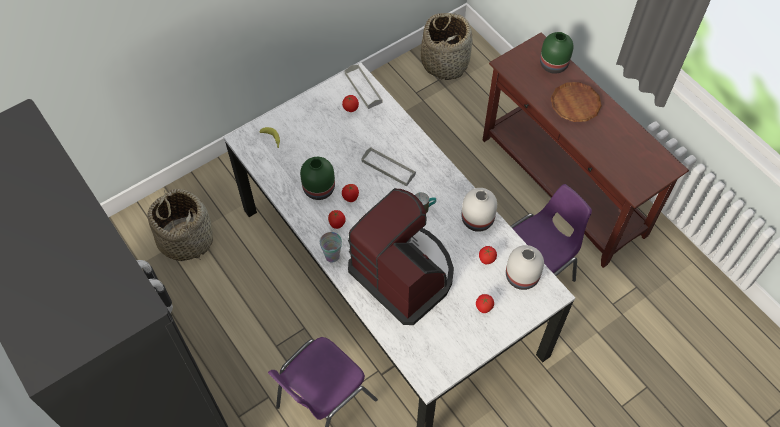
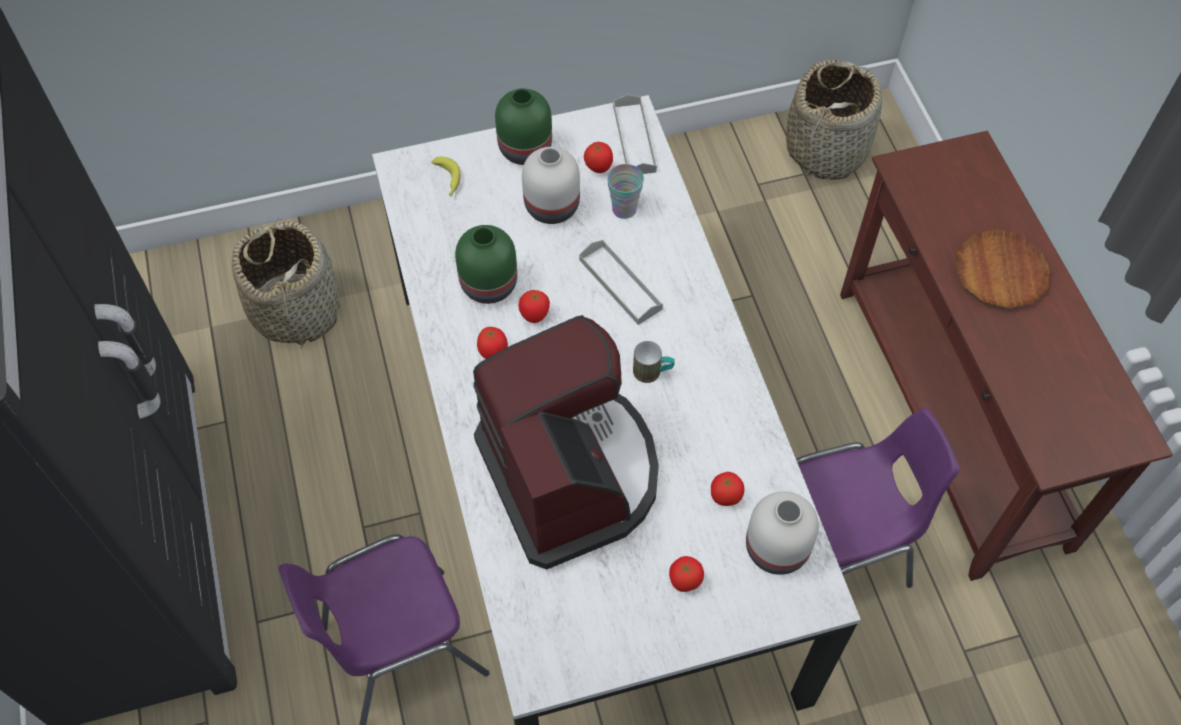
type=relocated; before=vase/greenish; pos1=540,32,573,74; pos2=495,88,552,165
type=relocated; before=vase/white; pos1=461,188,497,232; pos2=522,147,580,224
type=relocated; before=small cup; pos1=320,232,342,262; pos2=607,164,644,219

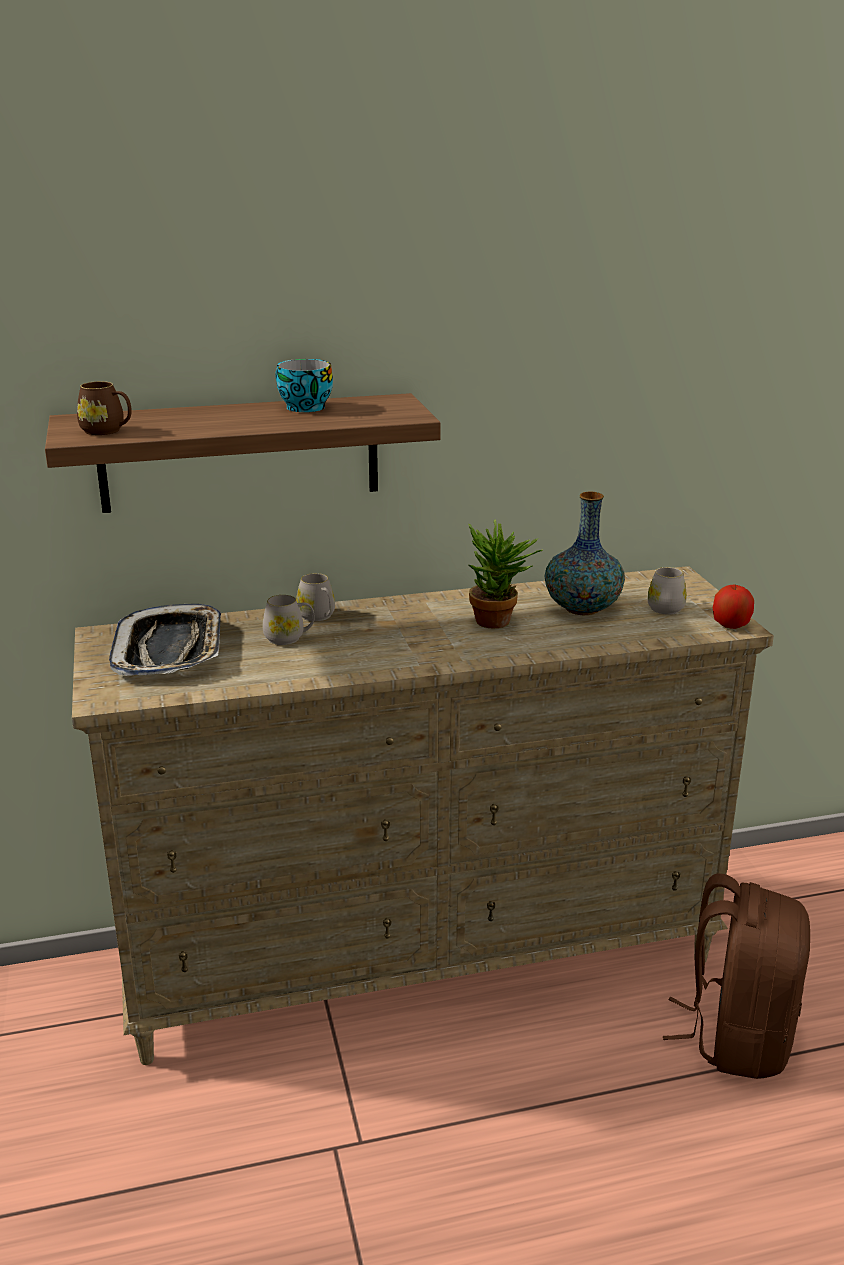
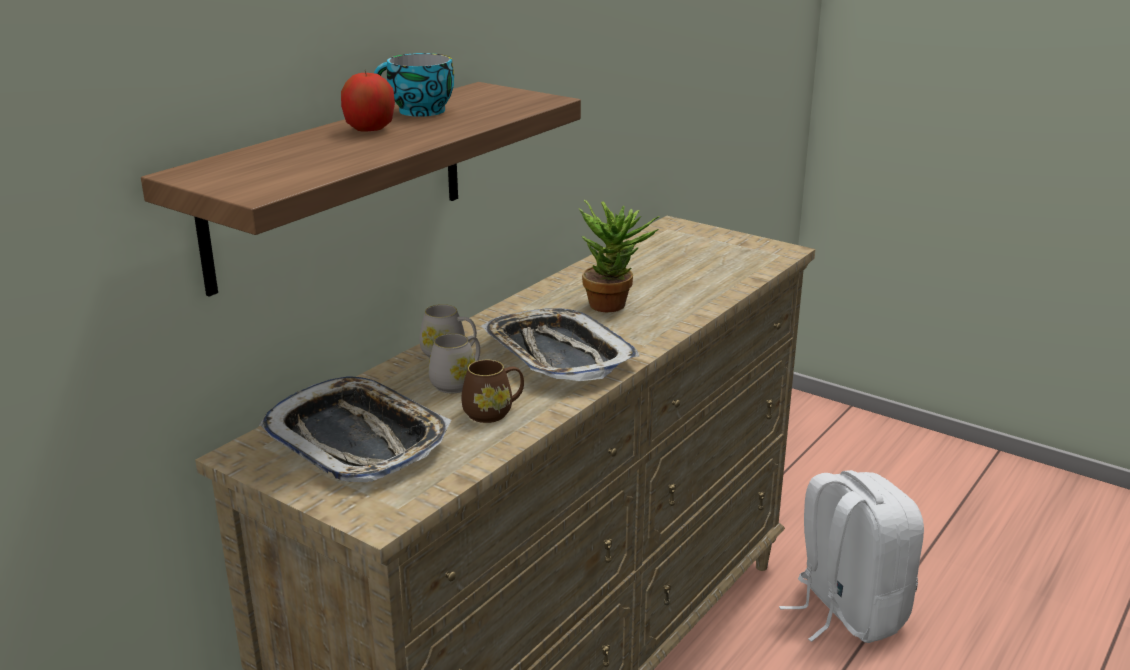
type=relocated; before=coffee mug/brown-coloured; pos1=77,381,132,435; pos2=461,360,524,423
type=missing; before=vase; pos1=545,492,625,615
type=missing; before=coffee mug/white; pos1=647,567,687,614
type=relocated; before=whole apple; pos1=713,585,754,629; pos2=341,71,395,132
type=colour; before=knapsack/brown-coloured; after=knapsack/white; pos1=663,873,810,1079; pos2=779,470,924,643
type=appeared; after=serving tray; pos2=481,308,640,381

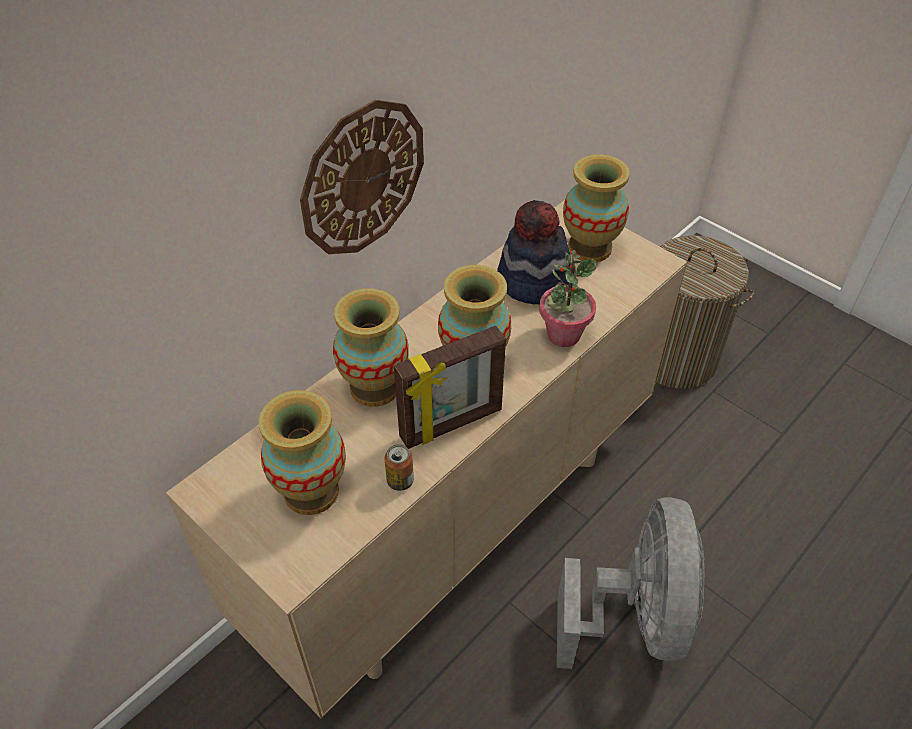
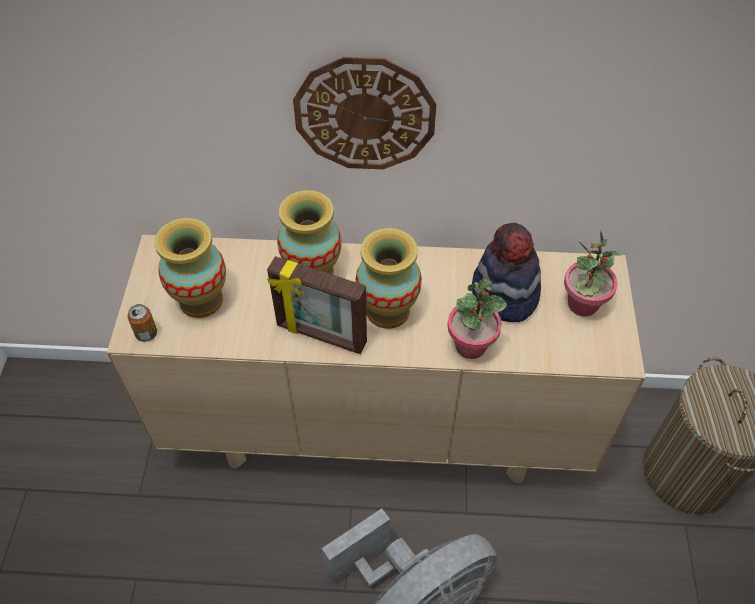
type=exchanged; before=vase; after=plant in a pot; pos1=563,154,630,262; pos2=564,230,621,317
type=relocated; before=sealed can; pos1=384,444,414,491; pos2=127,304,157,342

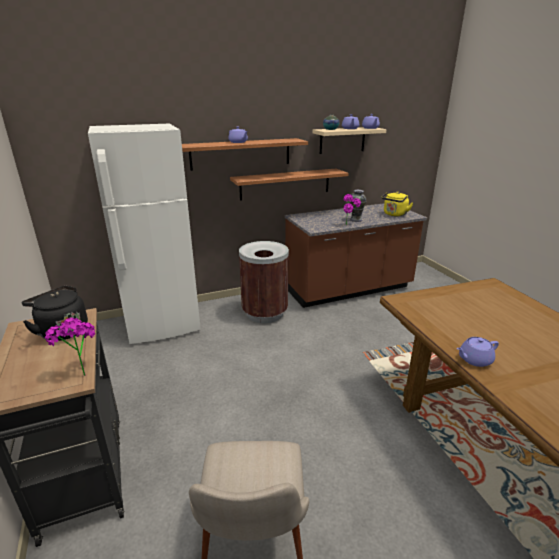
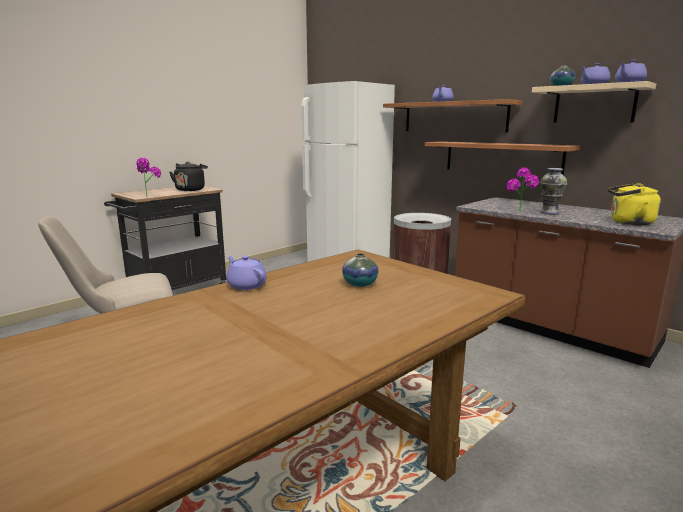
type=appeared; after=vase; pos2=342,253,378,287

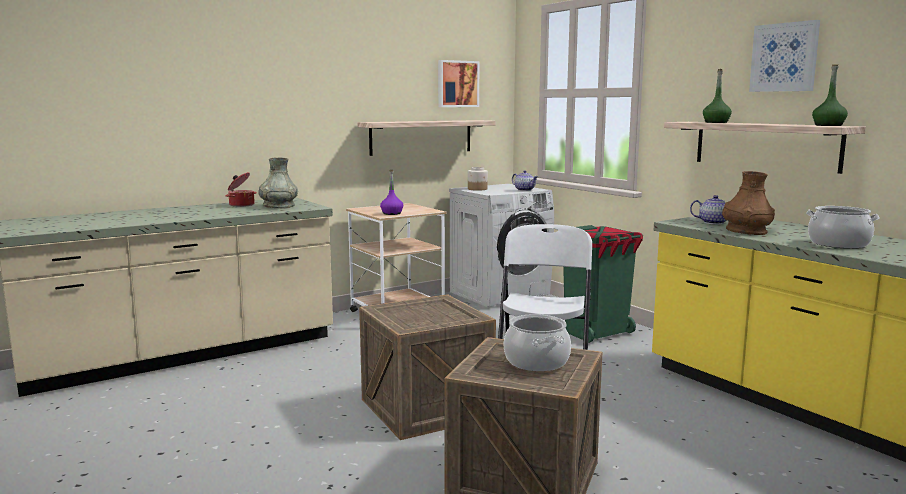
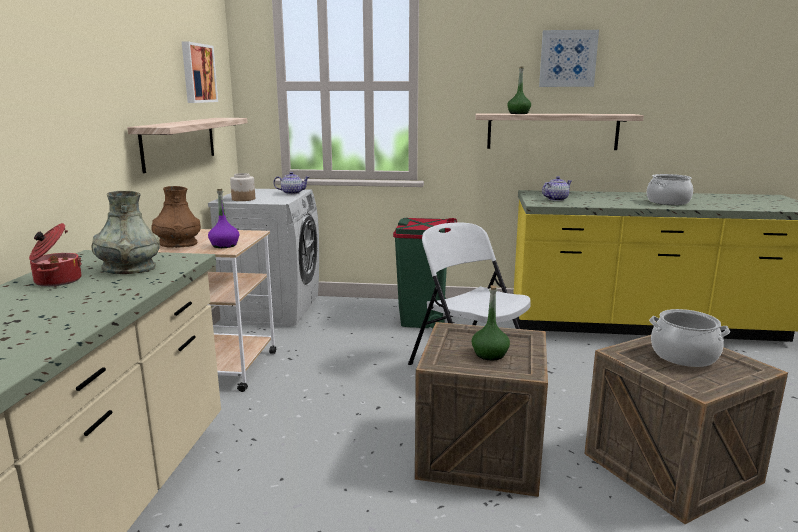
type=relocated; before=bottle/greenish; pos1=812,64,848,126; pos2=472,285,510,360
type=relocated; before=vase/brown-coloured; pos1=722,171,775,235; pos2=151,186,201,248

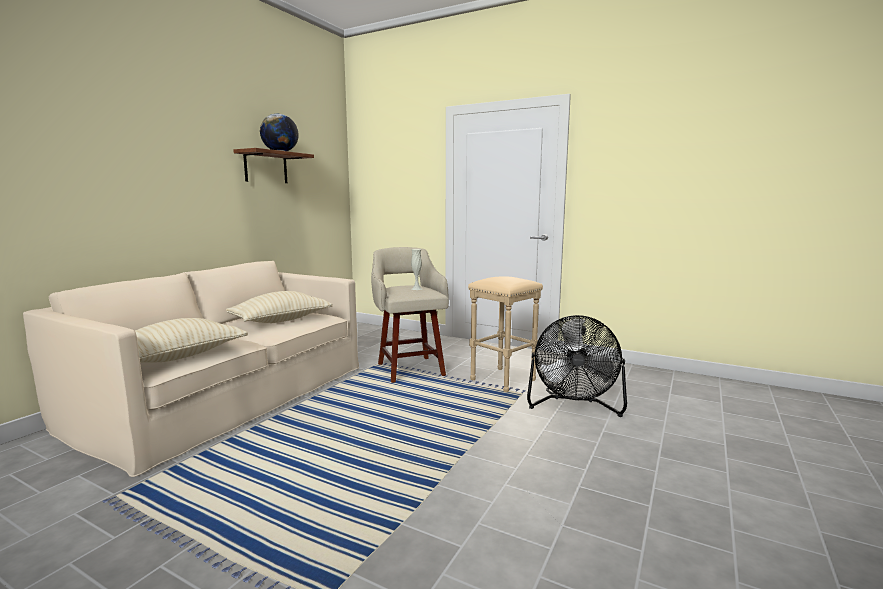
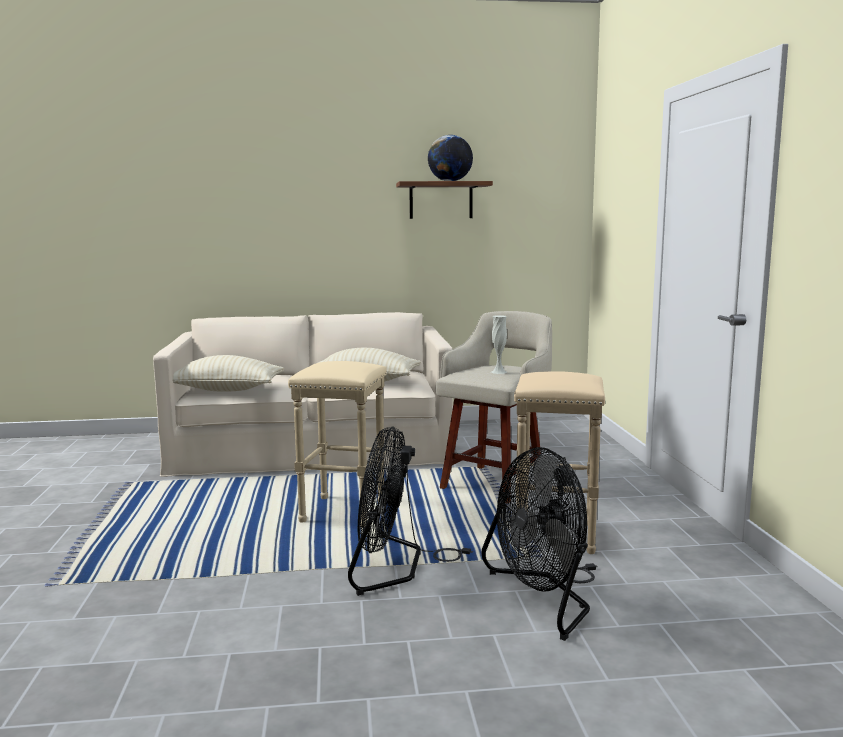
type=appeared; after=stool seat/beige; pos2=288,361,387,527
type=appeared; after=electric fan/black-coloured; pos2=348,426,473,596

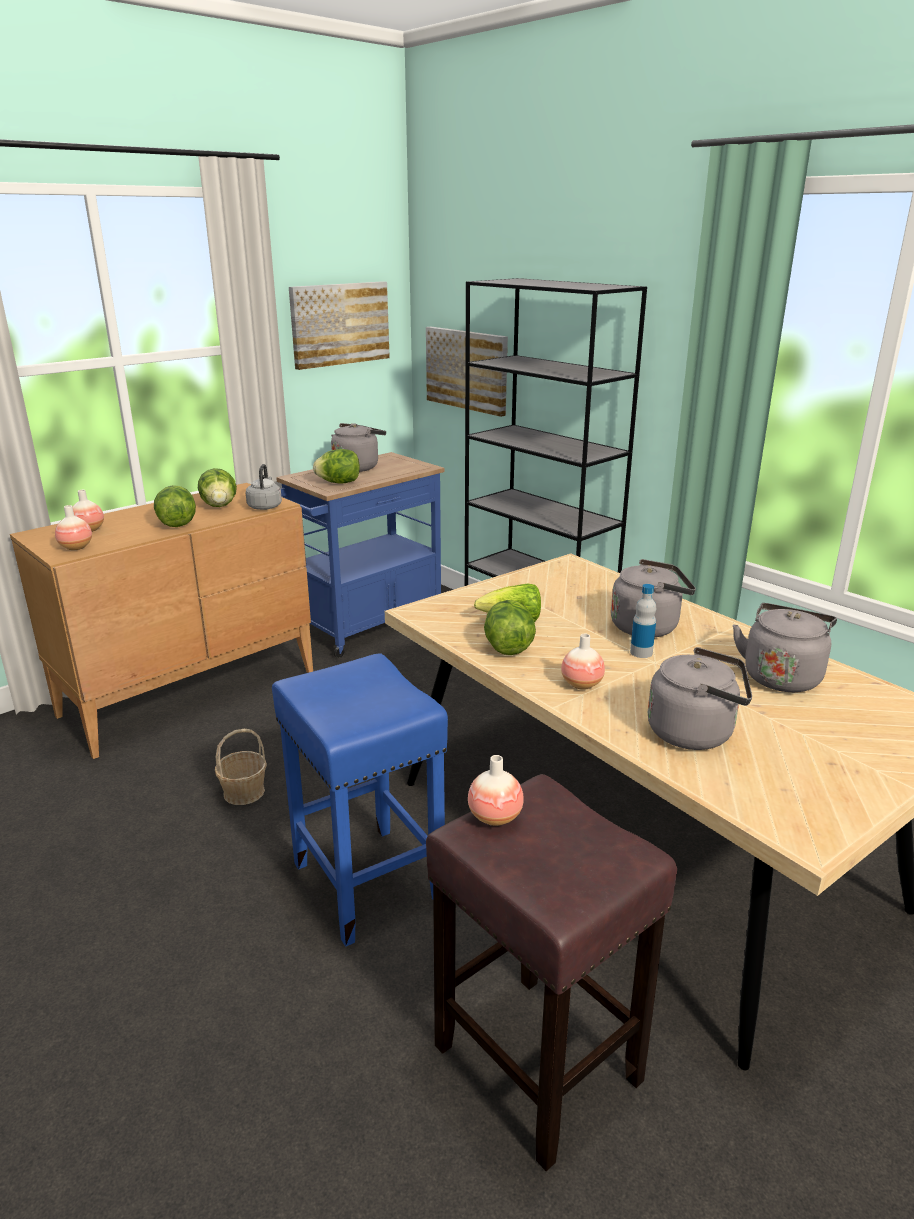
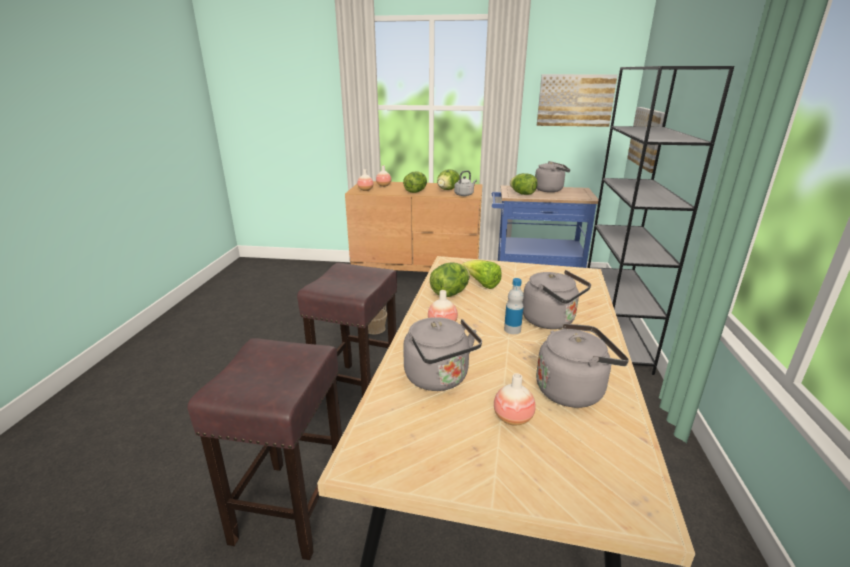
type=colour; before=stool seat/bluish; after=stool seat/brown-coloured; pos1=272,653,448,947; pos2=297,263,397,397
type=relocated; before=vase; pos1=468,755,524,826; pos2=494,373,536,426

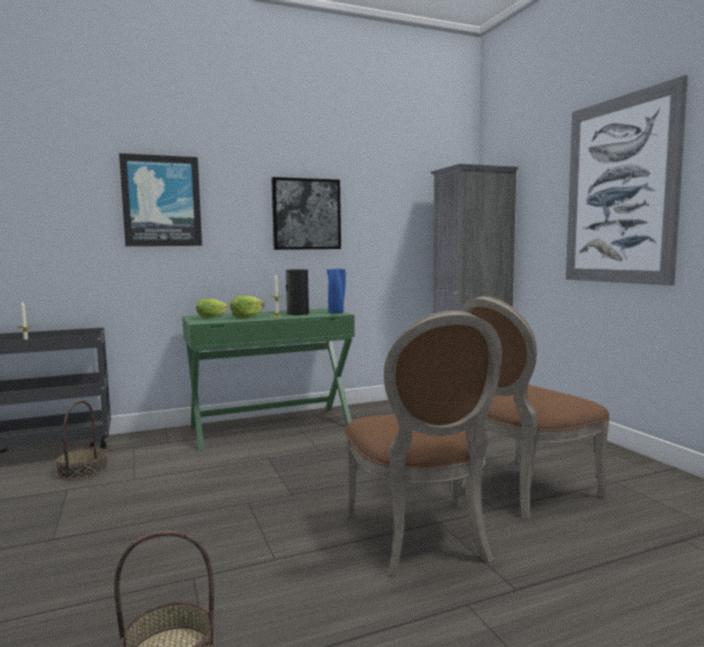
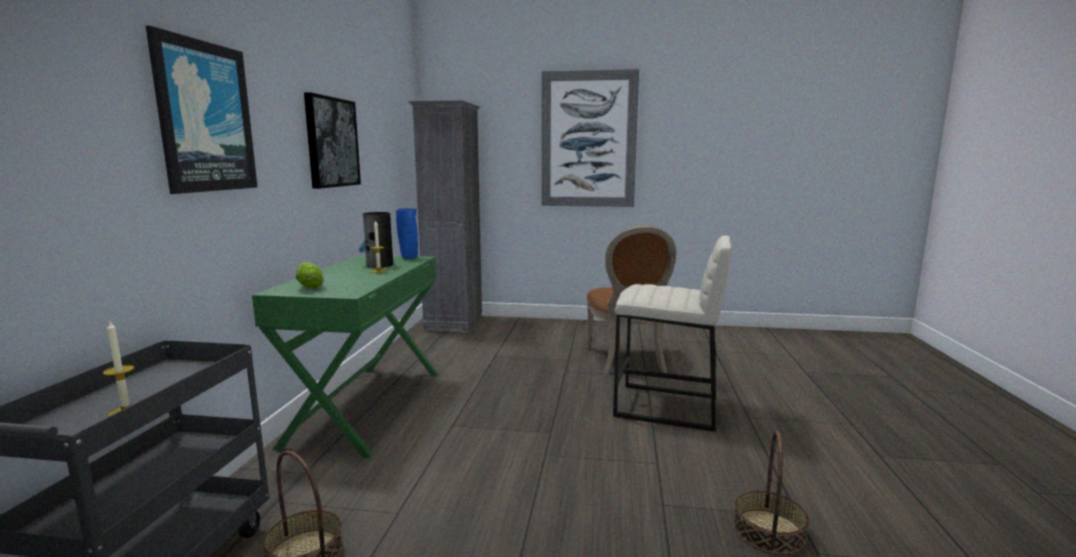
type=missing; before=head of lettuce; pos1=230,296,265,318
type=exchanged; before=plain chair/brown-coloured; after=stool seat/beige; pos1=345,310,502,576; pos2=613,235,732,432

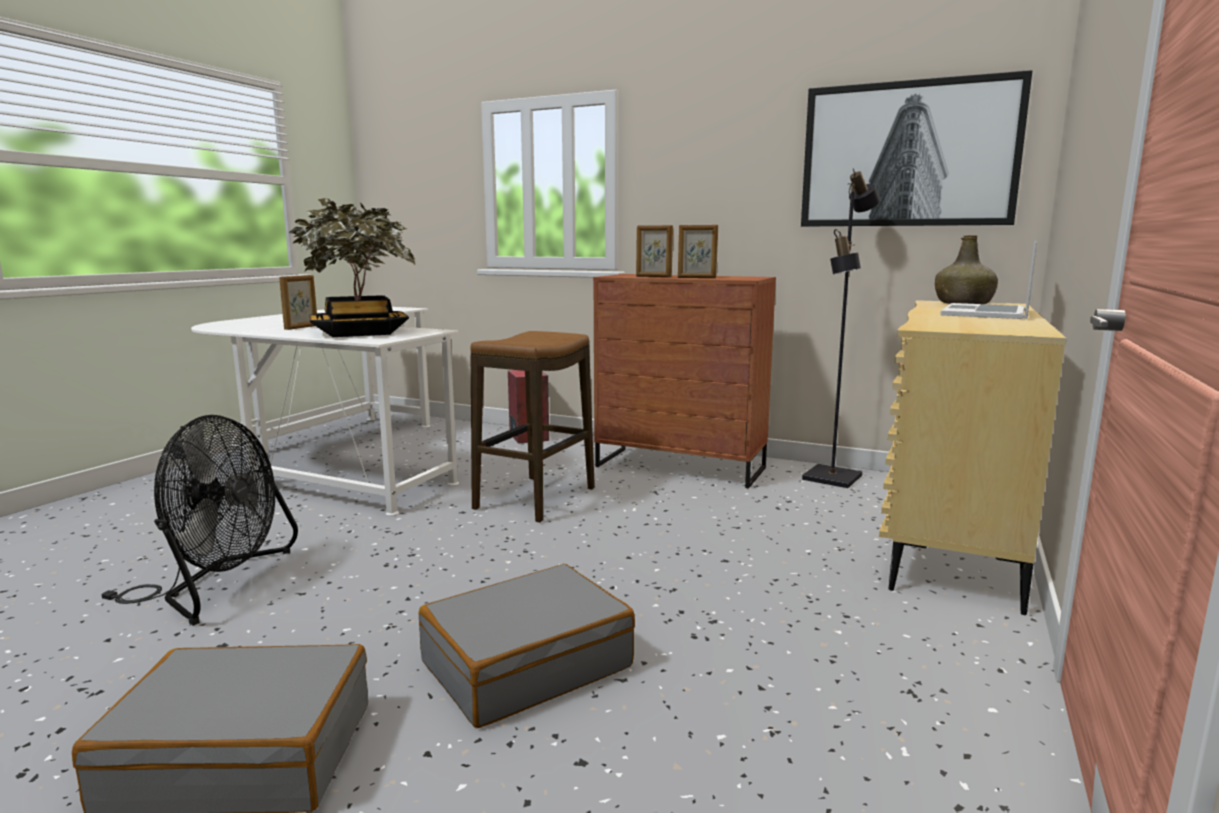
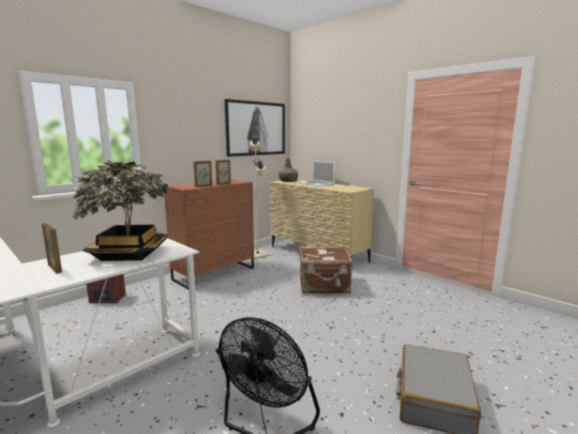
type=colour; before=floor lamp/black-coloured; after=floor lamp/beige; pos1=802,168,880,488; pos2=249,135,270,259
type=missing; before=stool seat; pos1=471,331,595,523
type=missing; before=piece of luggage/gray; pos1=419,564,635,728
type=appeared; after=piece of luggage/brown-coloured; pos2=300,246,353,294

